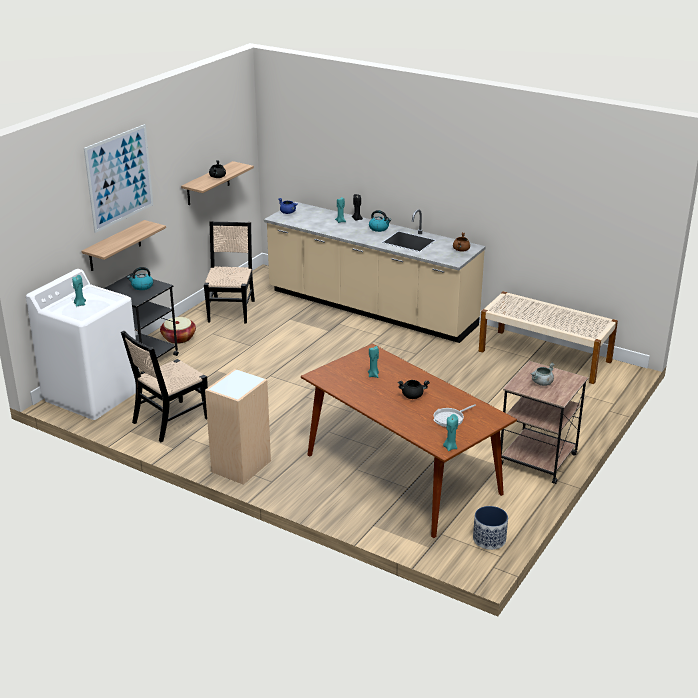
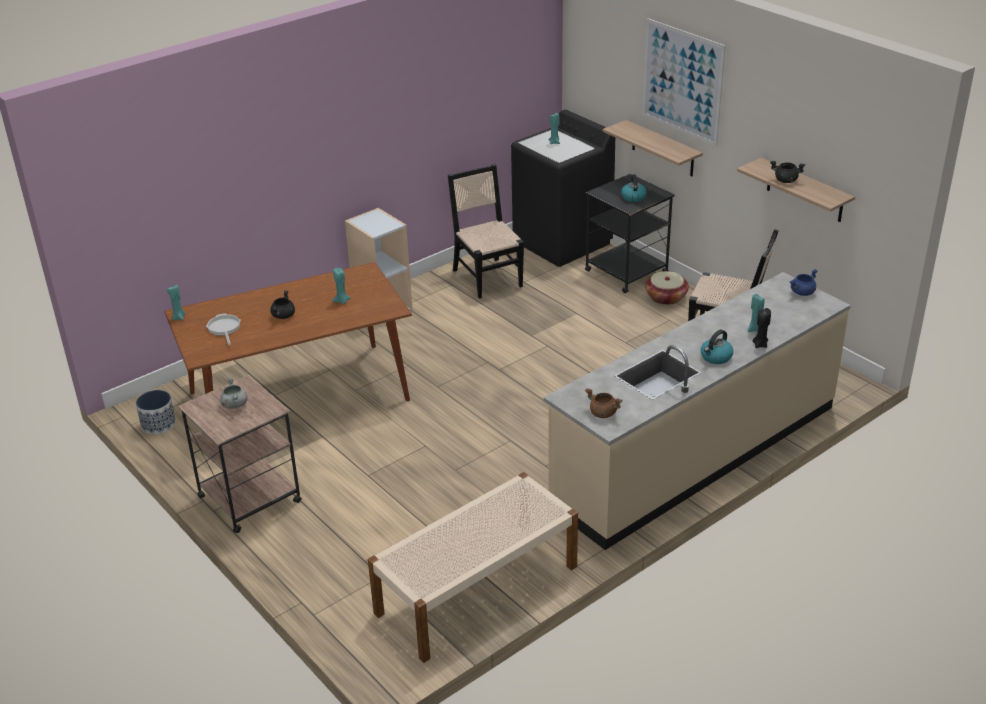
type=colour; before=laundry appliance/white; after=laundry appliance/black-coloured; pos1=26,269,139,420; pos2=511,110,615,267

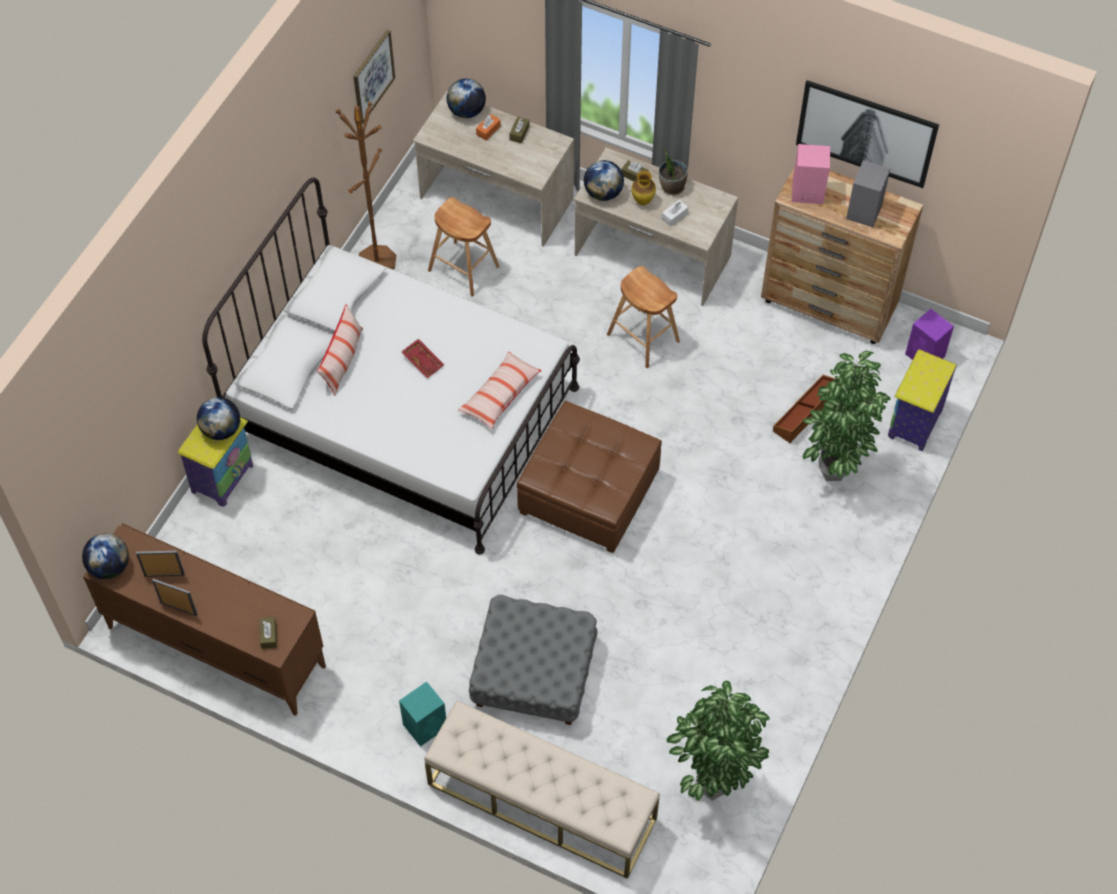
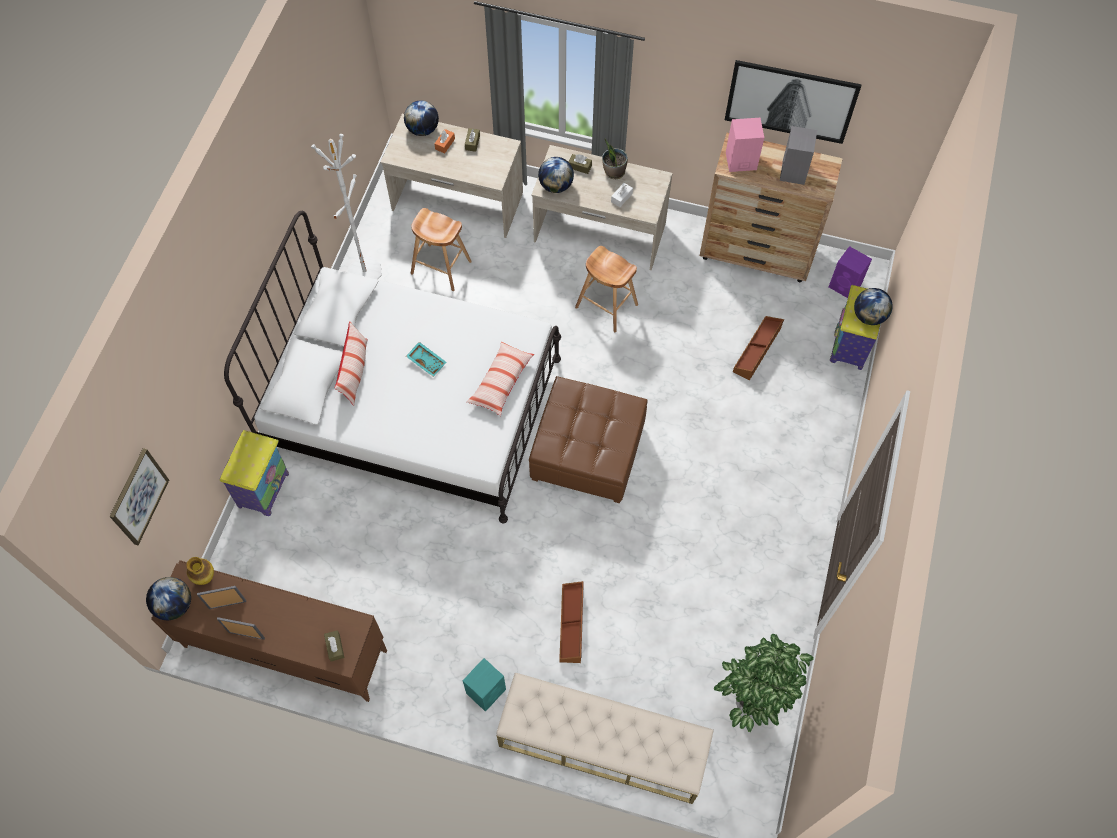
type=relocated; before=wall art; pos1=353,30,395,124; pos2=109,448,169,545
type=colour; before=garment rack/brown-coloured; after=garment rack/white; pos1=336,102,397,269; pos2=311,134,382,280
type=relocated; before=vase; pos1=631,170,656,205; pos2=187,557,214,585
type=colour; before=serving tray/red-coloured; after=serving tray/turquoise-coloured; pos1=401,339,444,378; pos2=406,342,446,377
type=missing; before=plant in a pot; pos1=803,351,891,481
type=relocated; before=desk globe; pos1=197,397,240,440; pos2=854,288,893,325
type=exchanged; before=pouffe/gray; after=storage container/brown-coloured; pos1=469,595,597,725; pos2=559,581,584,663

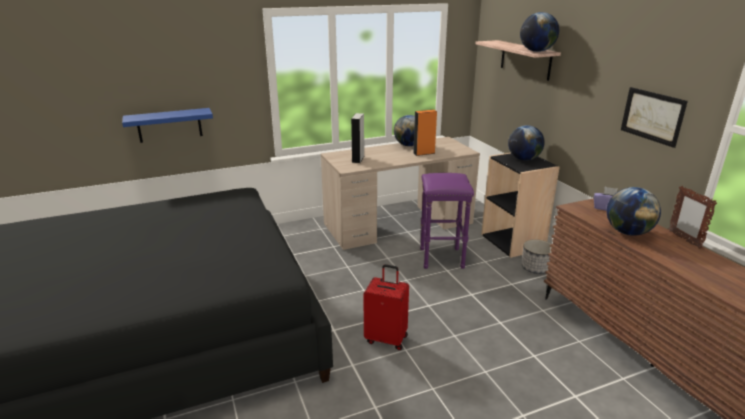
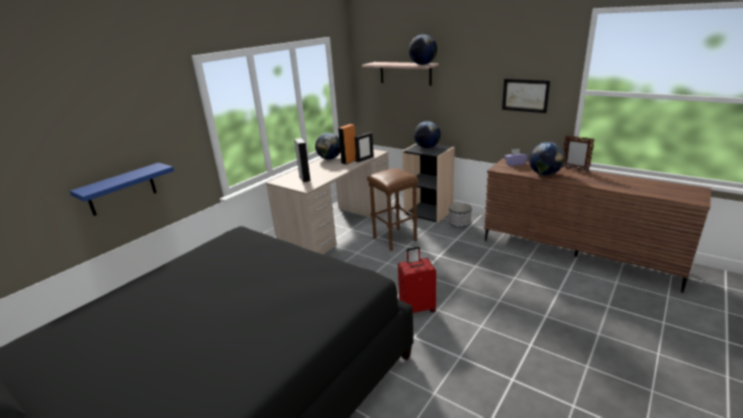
type=colour; before=stool seat/purplish; after=stool seat/brown-coloured; pos1=420,173,474,269; pos2=367,168,419,250
type=appeared; after=picture frame; pos2=355,132,374,162

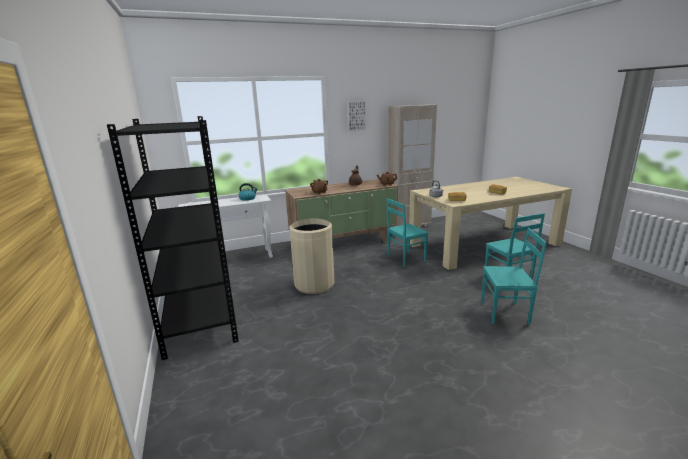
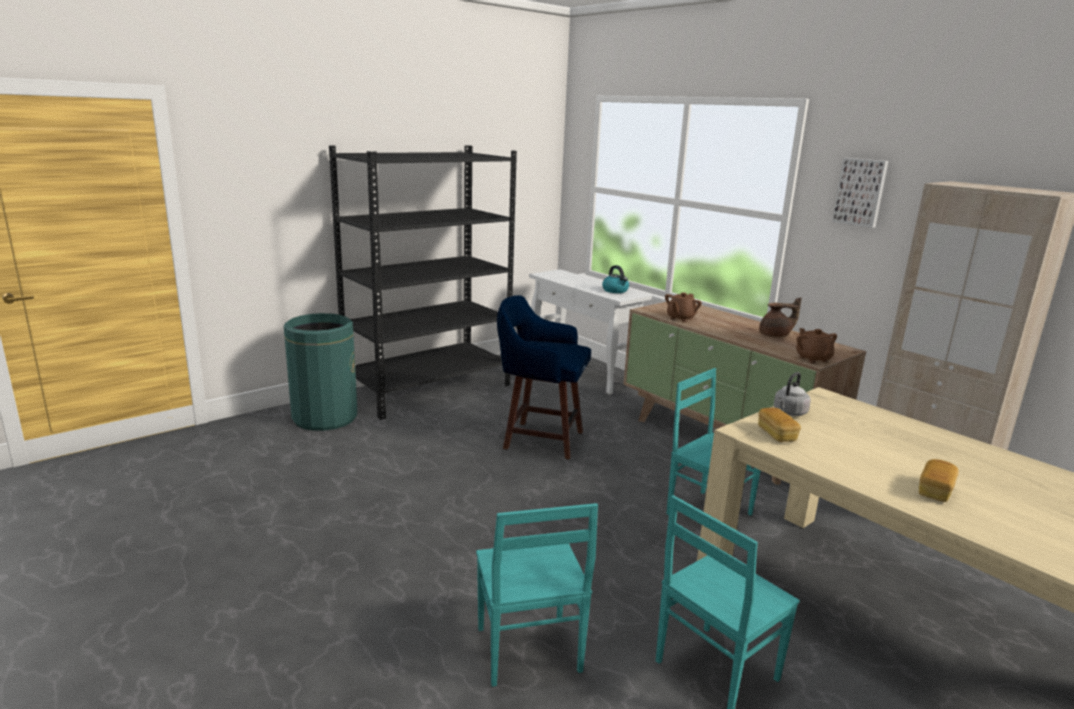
type=exchanged; before=rubbish bin/beige; after=stool seat/bluish; pos1=289,219,335,294; pos2=497,295,591,459
type=appeared; after=rubbish bin/greenish; pos2=284,313,357,431

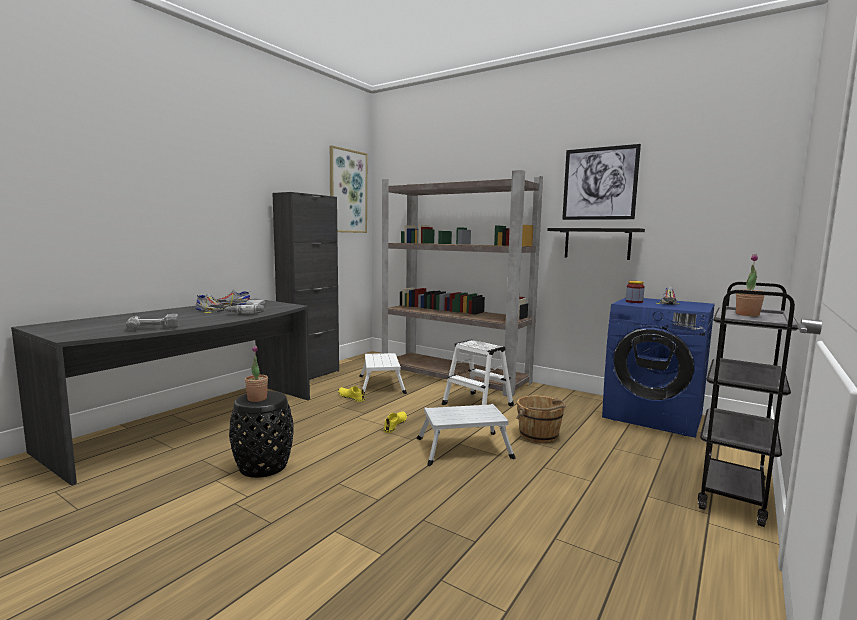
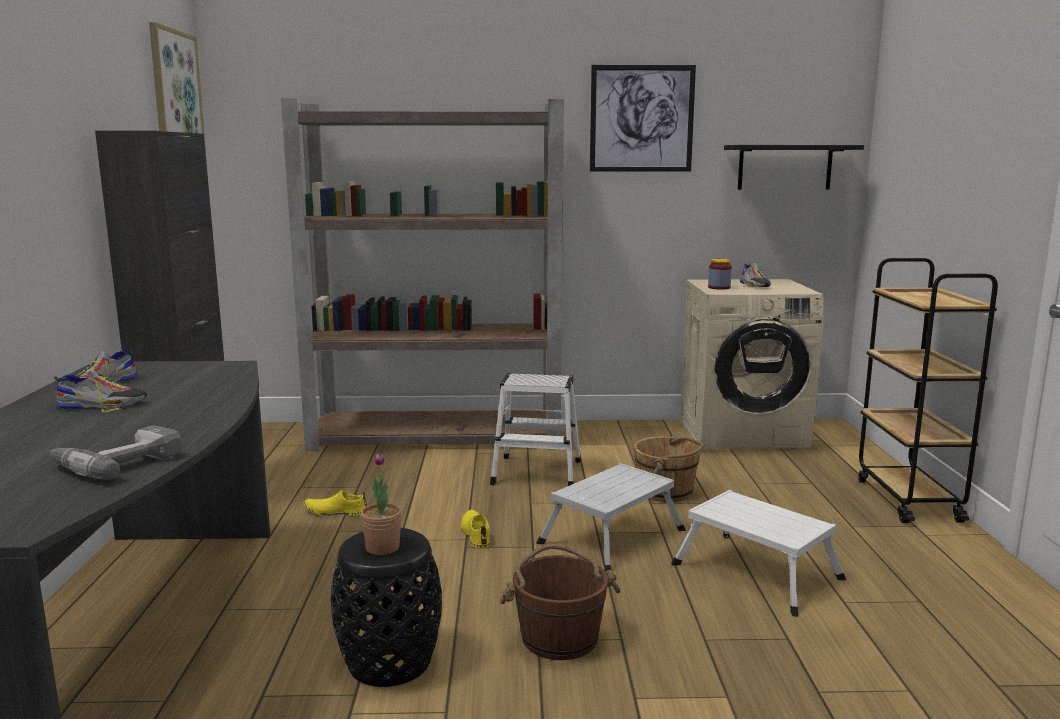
type=relocated; before=bracket shelf/black-coloured; pos1=547,228,645,260; pos2=724,145,864,190
type=missing; before=plant in a pot; pos1=736,254,764,316
type=colour; before=trolley/gray; after=trolley/brown-coloured; pos1=698,282,798,527; pos2=858,258,998,523
type=colour; before=laundry appliance/bluish; after=laundry appliance/beige; pos1=602,298,715,438; pos2=680,279,824,450
type=missing; before=electric drill; pos1=224,300,266,314
type=relocated; before=step ladder/white; pos1=359,353,407,394; pos2=671,490,846,617
type=appeared; after=bucket/brown-coloured; pos2=500,544,621,660

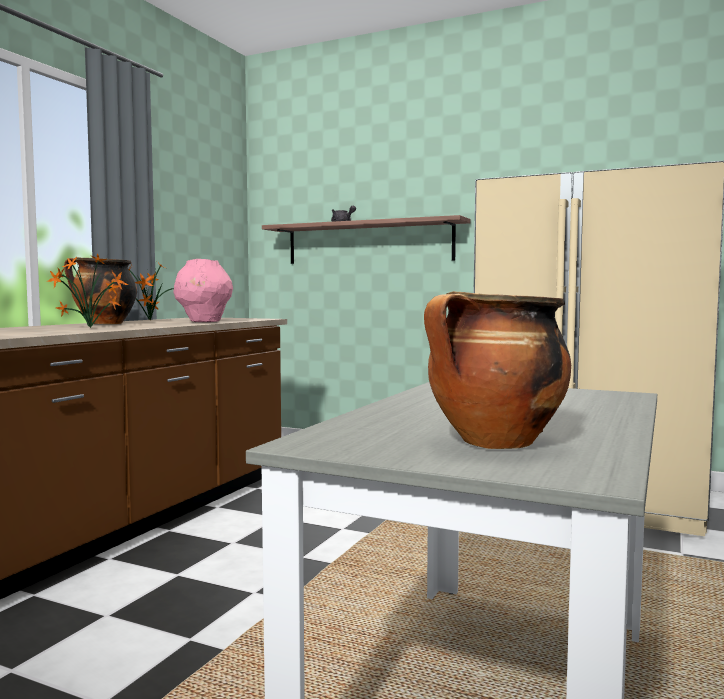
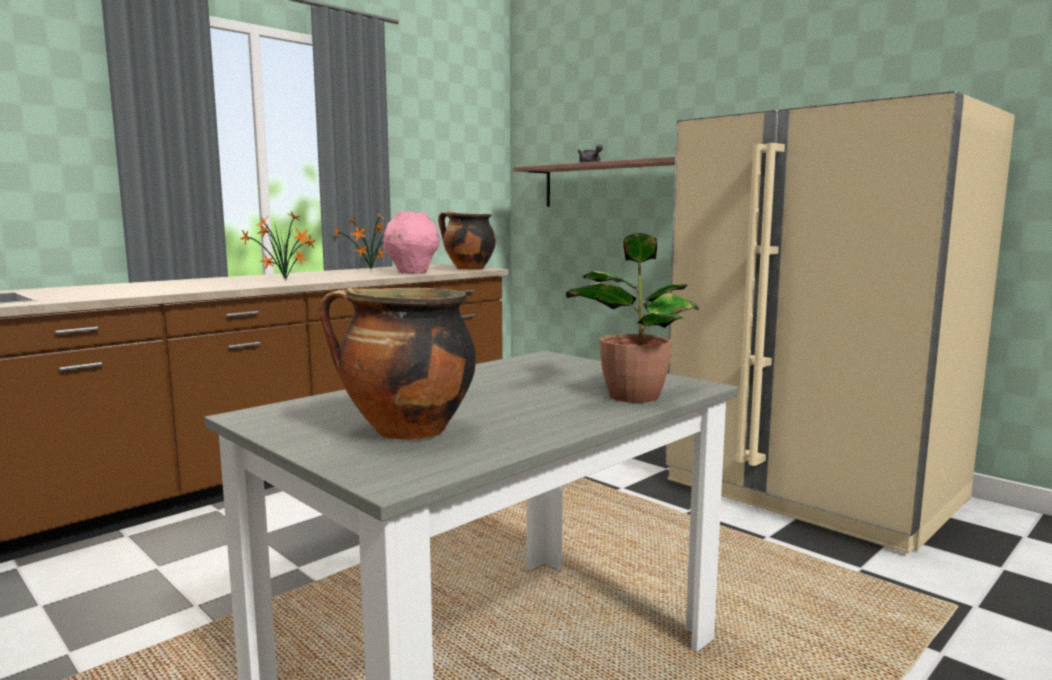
type=relocated; before=stockpot; pos1=64,257,137,324; pos2=438,211,496,270
type=appeared; after=plant in a pot; pos2=566,233,699,403

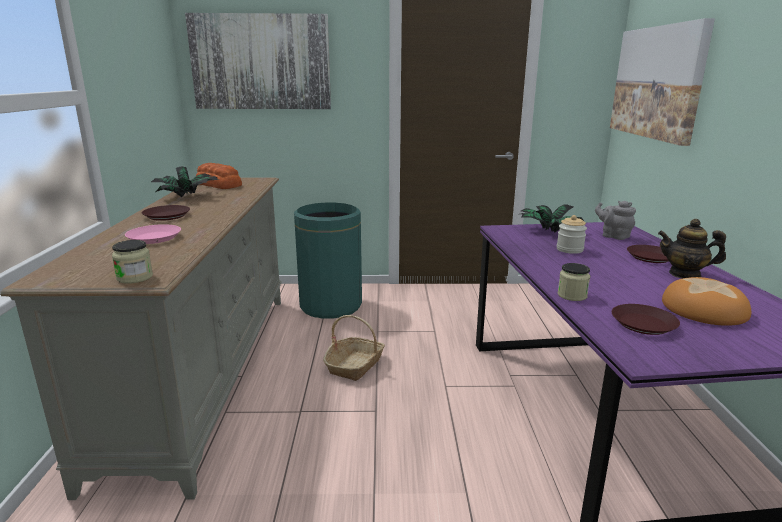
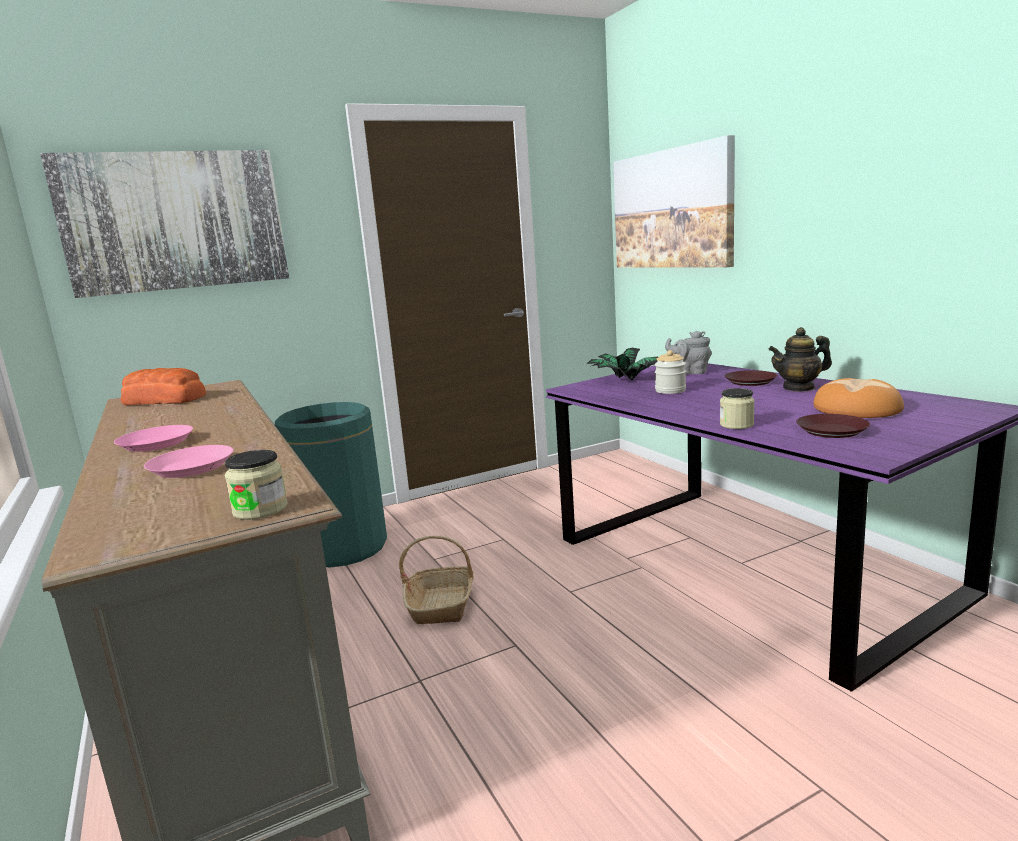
type=missing; before=plant in a pot; pos1=151,166,219,197
type=colour; before=dinner plate/brown-coloured; after=dinner plate/pinkish; pos1=142,205,190,221; pos2=114,425,193,452

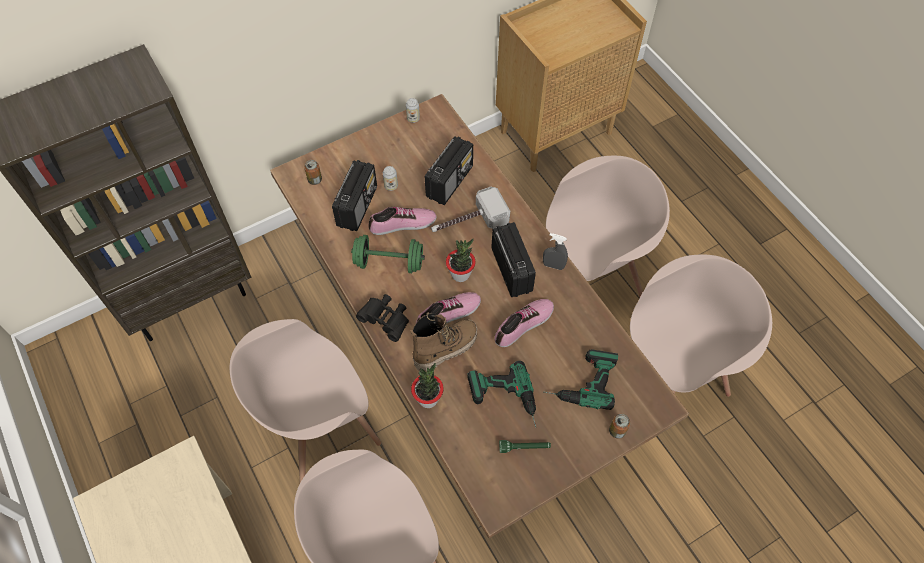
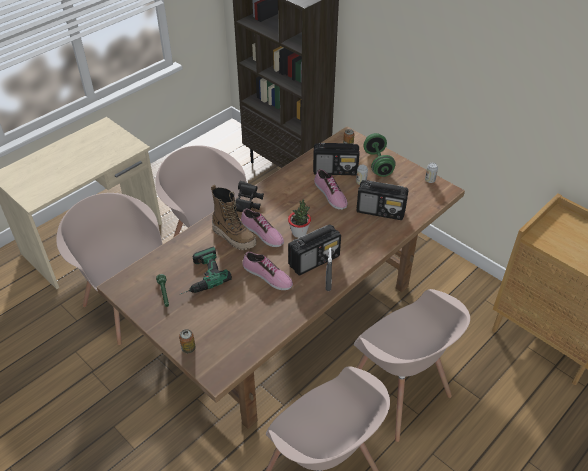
type=missing; before=hand hammer; pos1=431,187,510,232
type=relocated; before=dumbbell/greenish; pos1=351,235,425,273; pos2=364,133,396,177
type=missing; before=electric drill; pos1=544,350,618,410
type=missing; before=plant in a pot; pos1=411,363,444,408

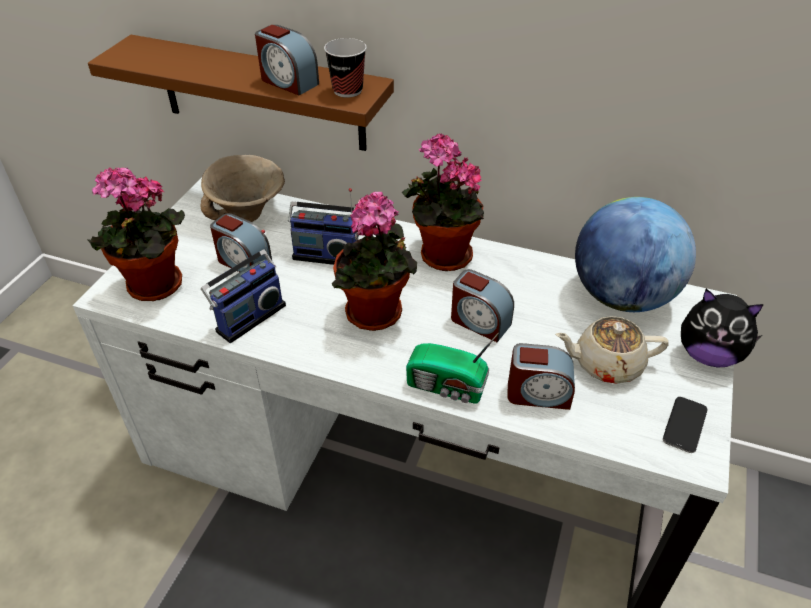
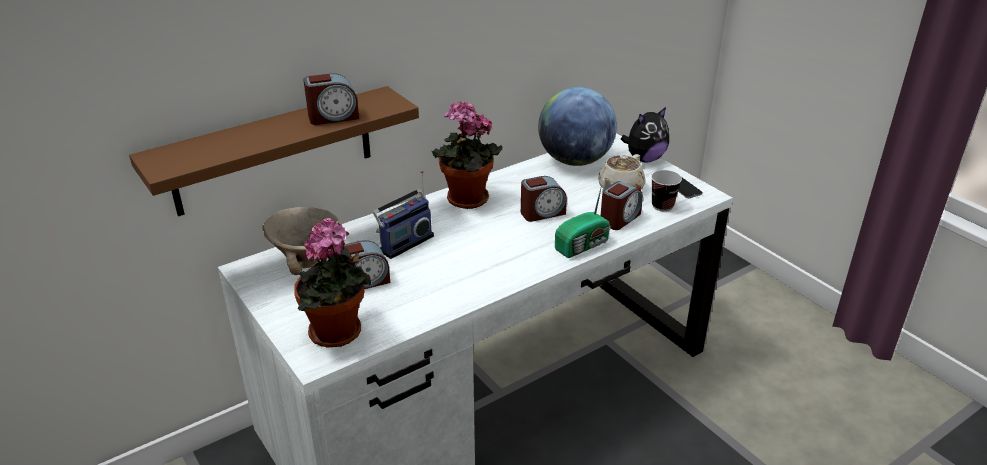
type=relocated; before=small cup; pos1=324,38,367,98; pos2=651,170,682,212
type=missing; before=plant in a pot; pos1=332,192,417,331
type=missing; before=radio receiver; pos1=201,230,286,343

